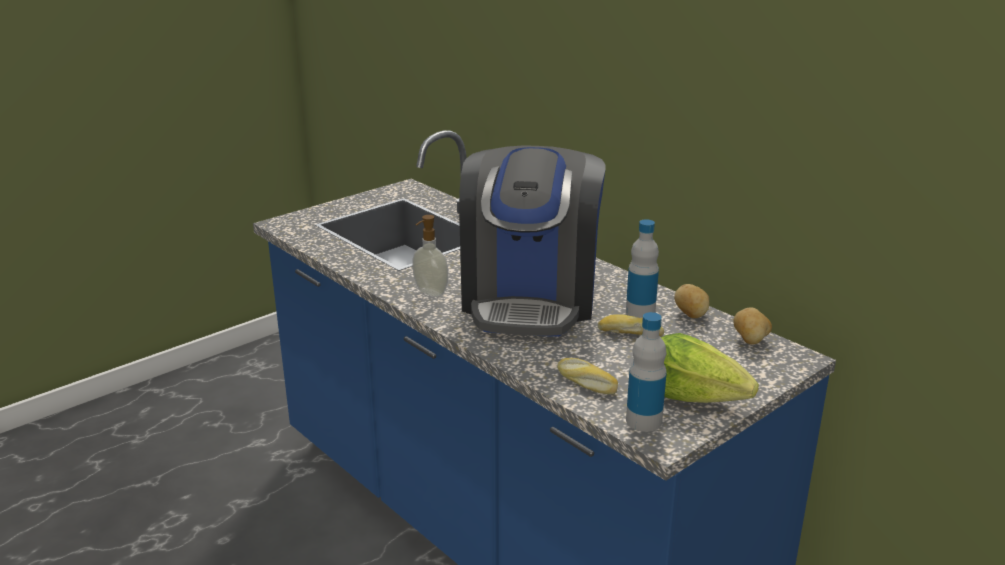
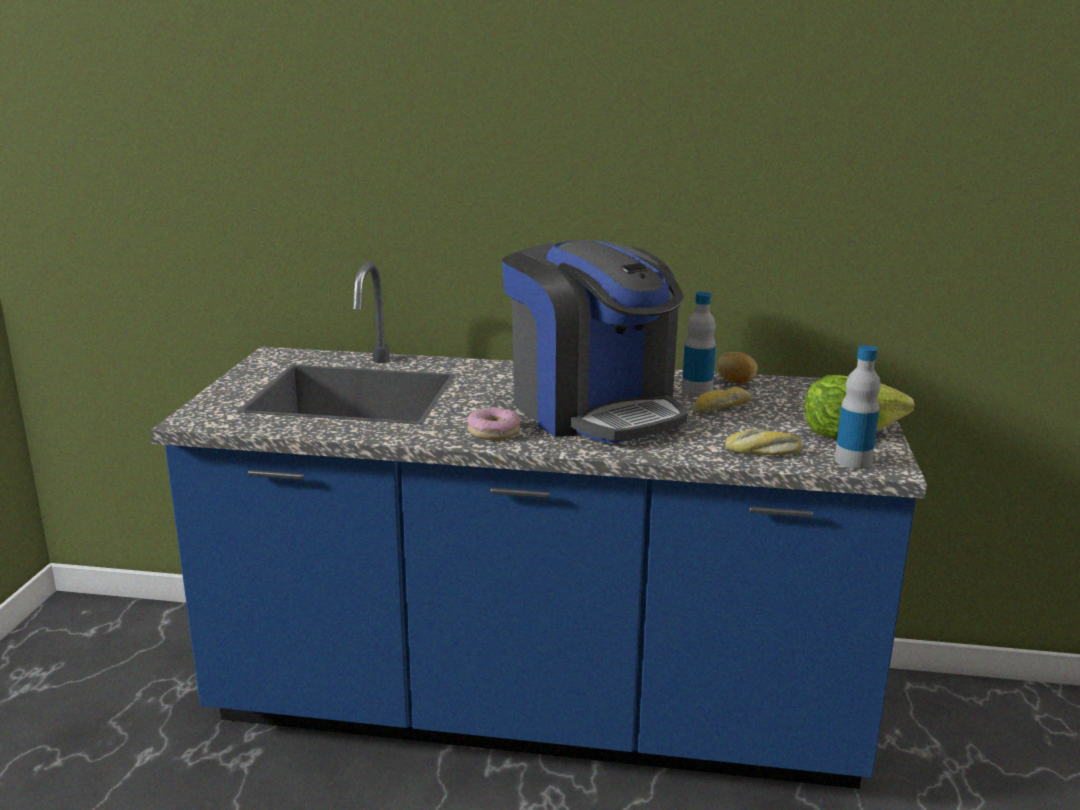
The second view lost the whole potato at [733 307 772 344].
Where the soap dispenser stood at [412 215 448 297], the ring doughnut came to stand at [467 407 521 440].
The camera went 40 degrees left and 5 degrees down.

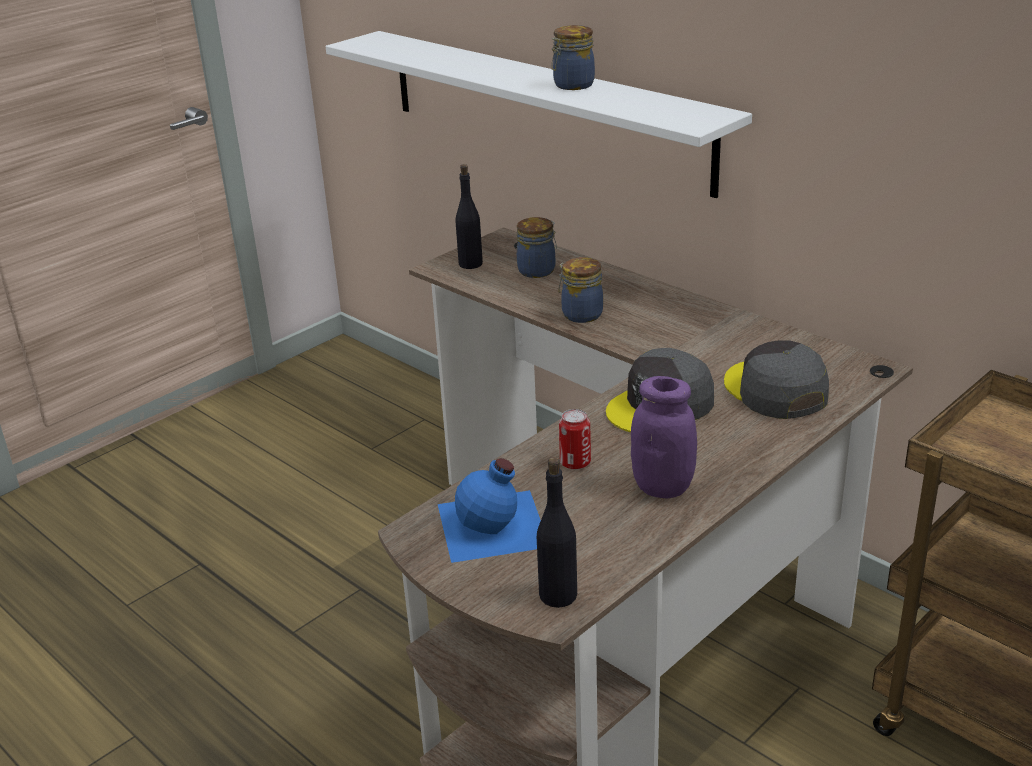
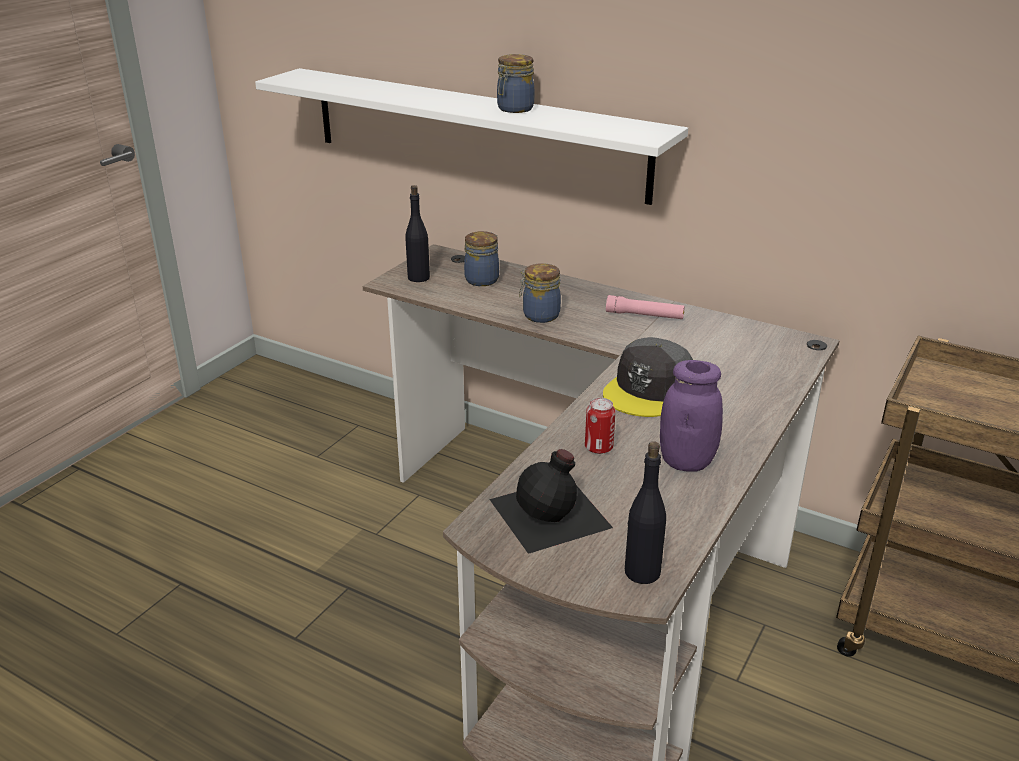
The second view lost the baseball cap in gray at [724 340 829 419].
The second view gained the torch in pink at [606 295 685 319].
What was the drink bottle in blue-coloured at [438 458 541 563] turned into the drink bottle in blackish at [489 449 613 554].
The camera went 15 degrees left and 0 degrees up.

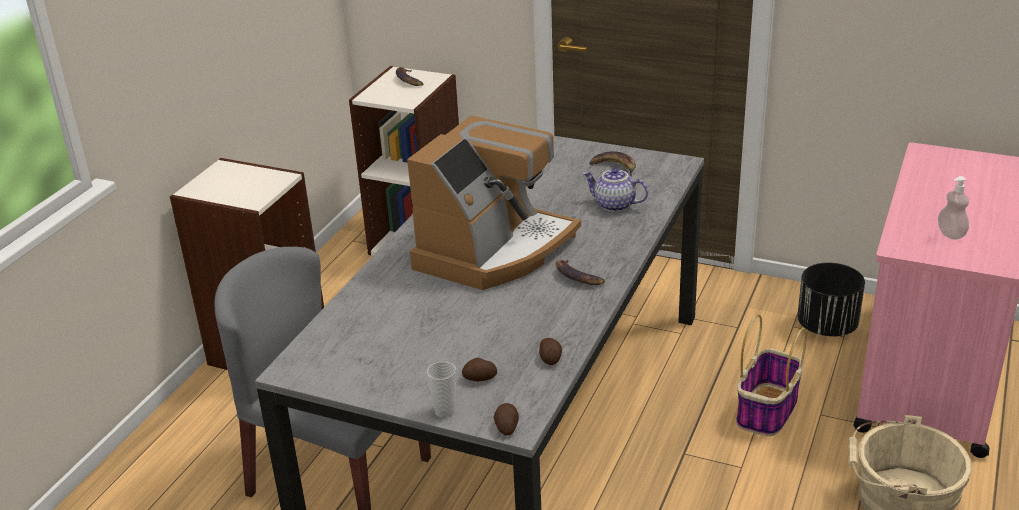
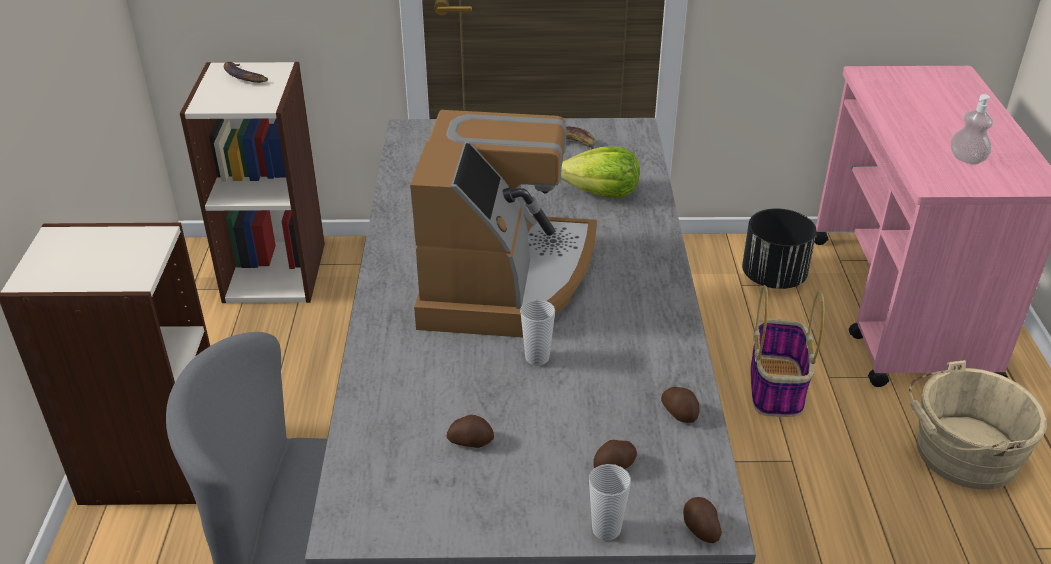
The second view lost the whole banana at [556 259 605 285].
The second view gained the whole potato at [447 415 494 448].
The second view gained the small cup at [520 299 555 366].
Where the tea pot stood at [583 168 648 212], the lettuce came to stand at [561 146 640 198].
The camera went 25 degrees left and 5 degrees up.

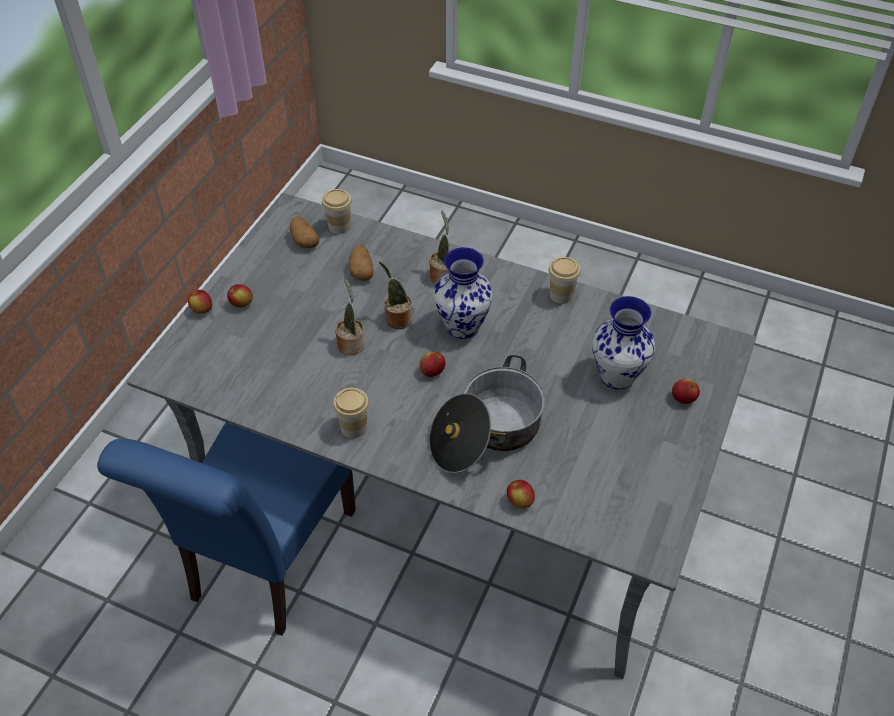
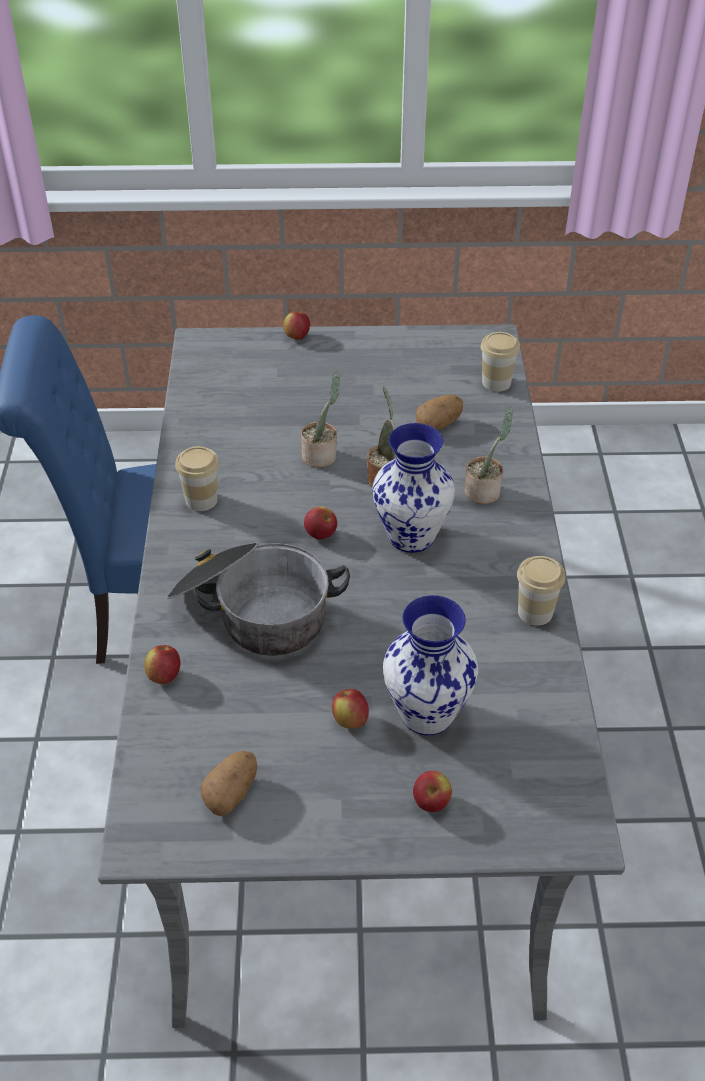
The whole apple ended up elsewhere, having gone from [227 284 253 308] to [332 689 369 729].
The whole potato ended up elsewhere, having gone from [290 217 319 248] to [200 751 257 816].
The camera went 65 degrees right and 5 degrees down.

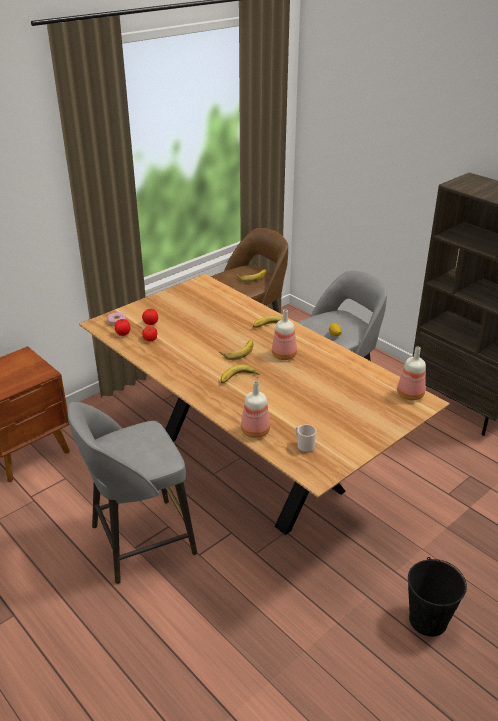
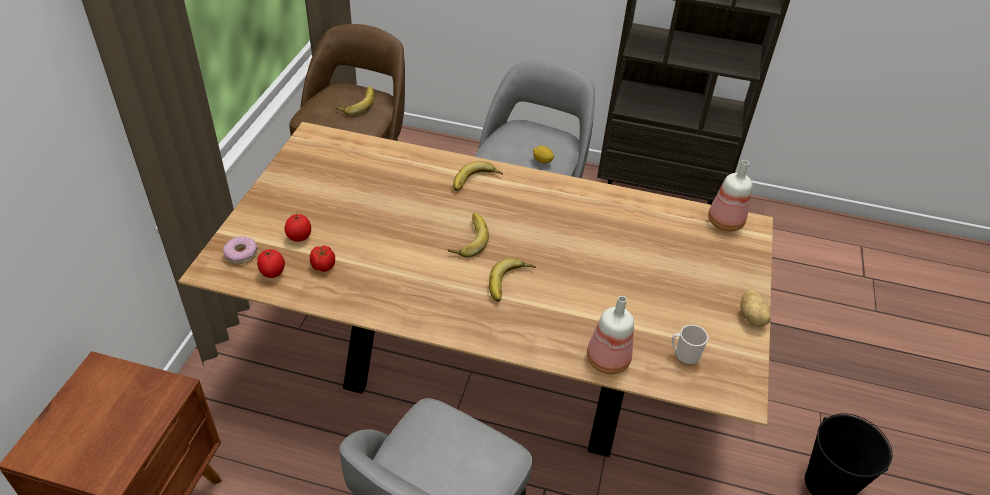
The second view lost the drink bottle at [272 309 297 360].
The second view gained the whole potato at [740 289 771 326].
The camera went 35 degrees left and 10 degrees up.

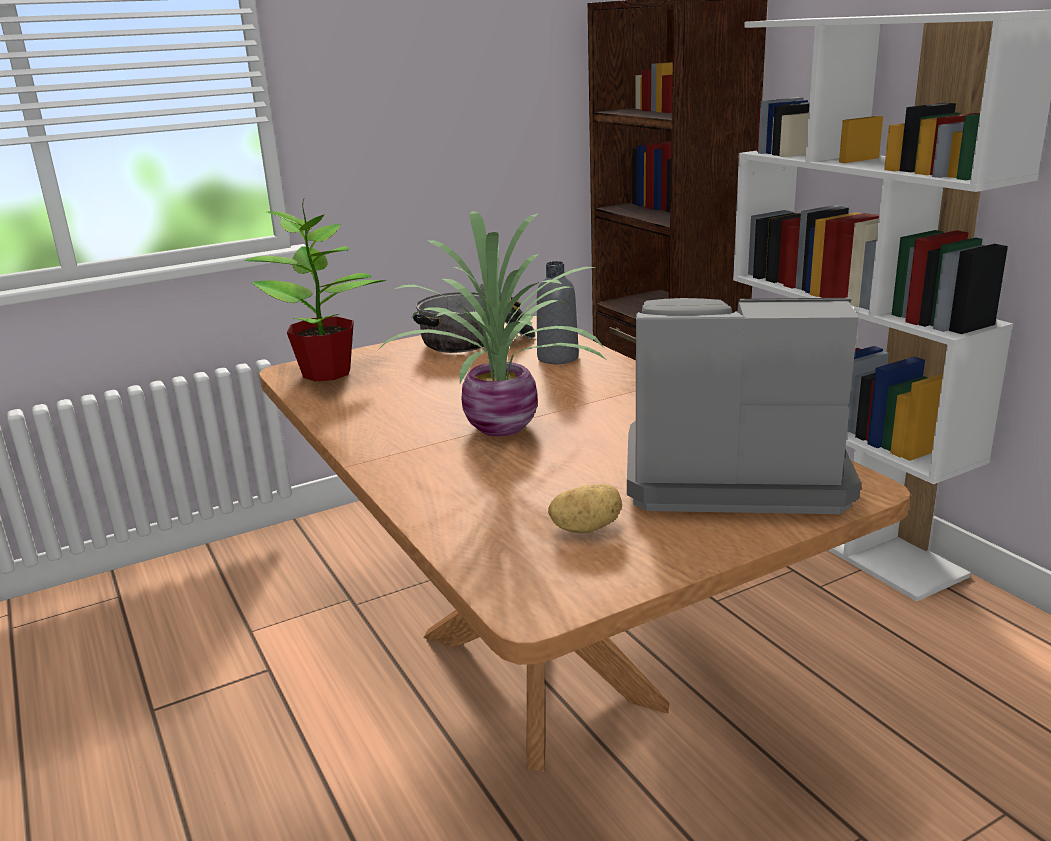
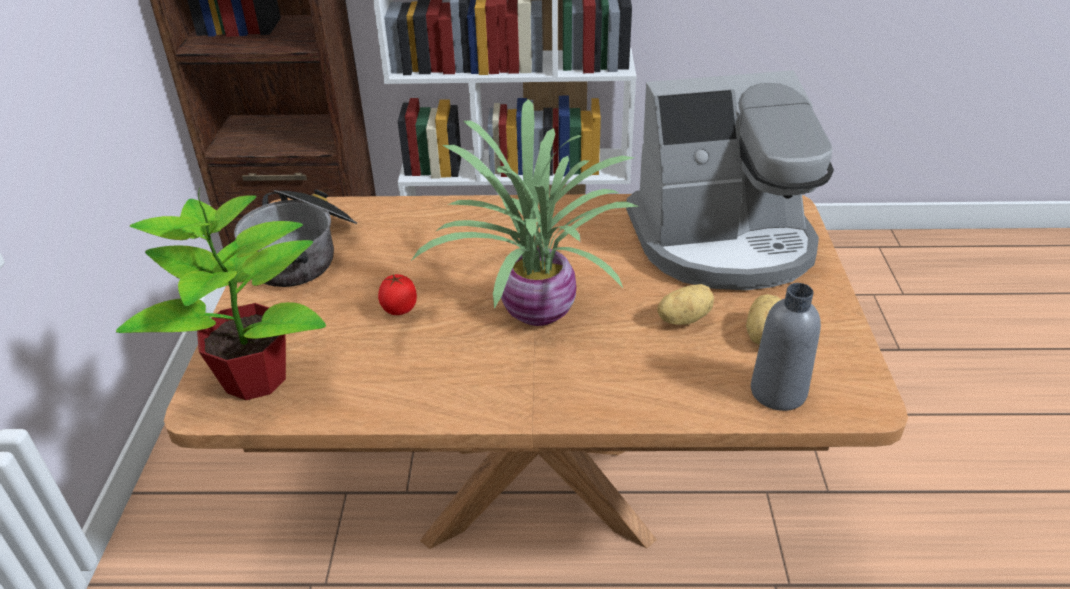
The second view gained the tomato at [378 274 417 315].
The second view gained the whole potato at [658 284 714 325].
The drink bottle in gray ended up elsewhere, having gone from [537 261 579 364] to [751 283 821 411].
The coffee brewer at [627 298 861 514] ended up facing another way, 135 degrees counterclockwise from before.
The camera went 60 degrees left and 15 degrees up.

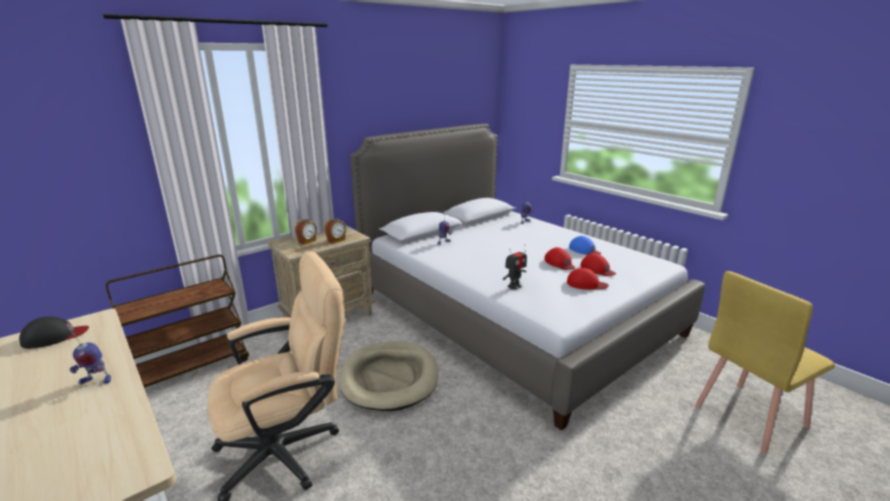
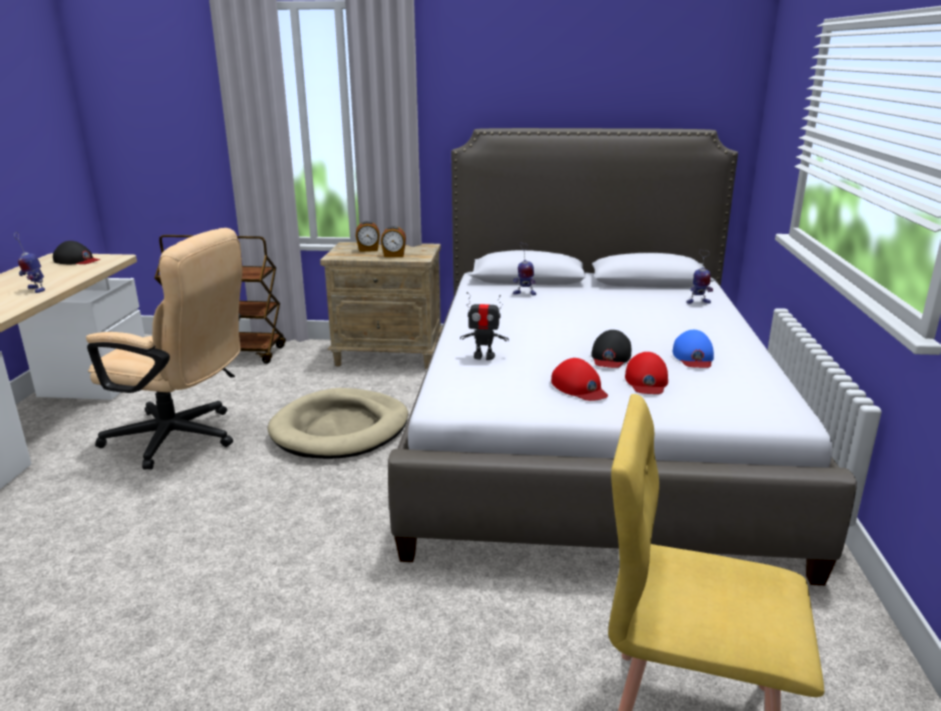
What was the baseball cap in red at [544 247 575 270] turned into the baseball cap in blackish at [591 330 631 368].
The camera went 45 degrees right and 0 degrees up.

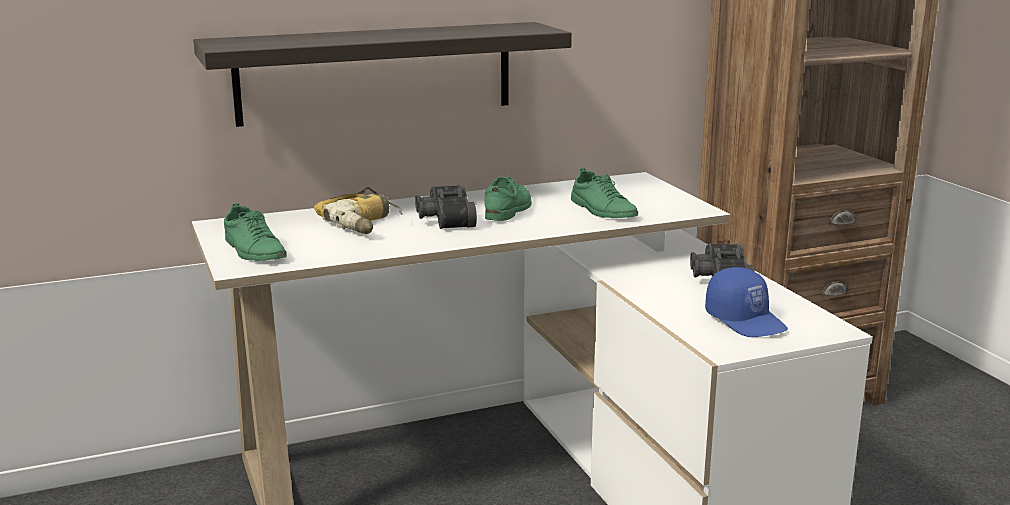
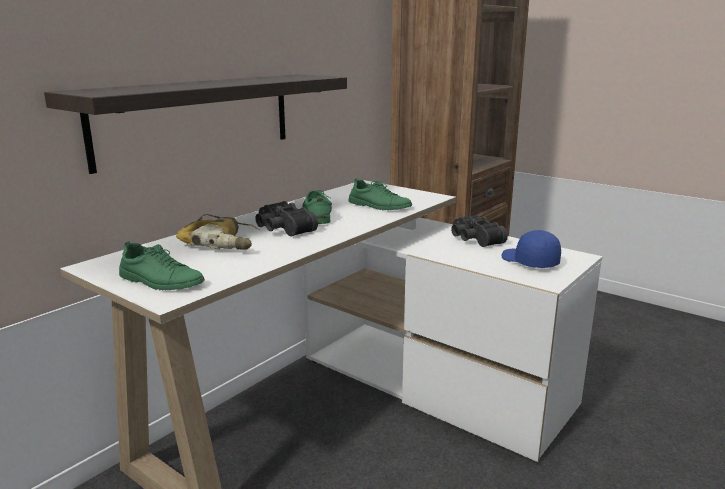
The baseball cap in blue-coloured at [705 267 788 337] ended up facing another way, 150 degrees counterclockwise from before.
The camera went 30 degrees left and 0 degrees up.

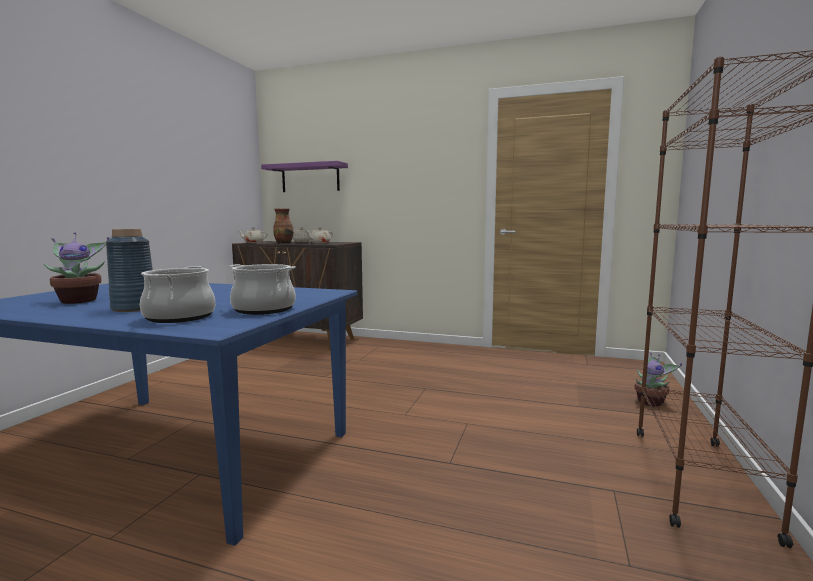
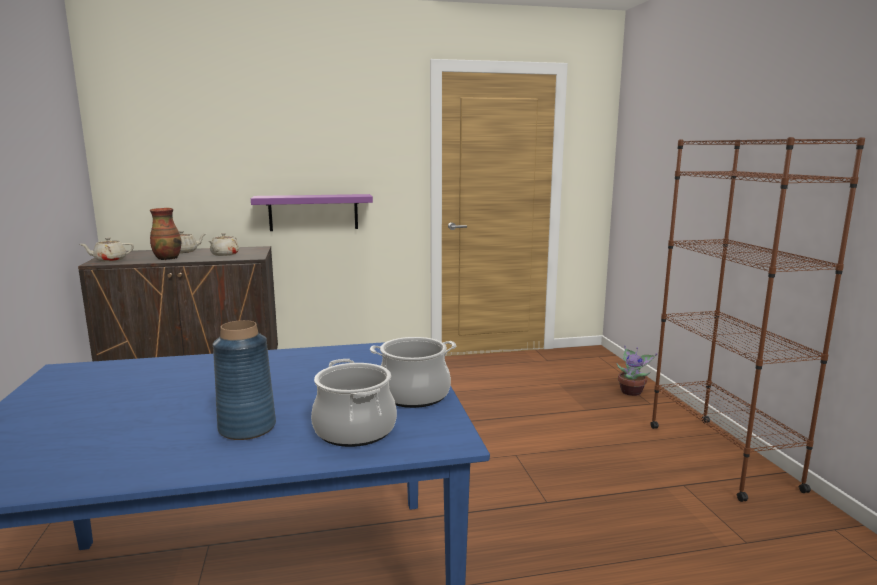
The second view lost the plant in a pot at [43 232 109 304].
The wall shelf in purple-coloured ended up elsewhere, having gone from [261 161 348 192] to [251 194 373 231].
The camera went 30 degrees left and 5 degrees up.

